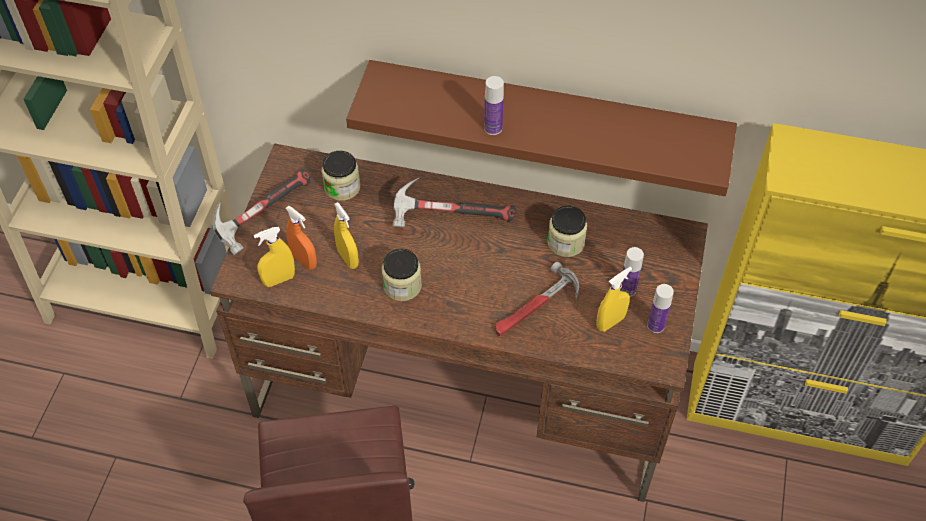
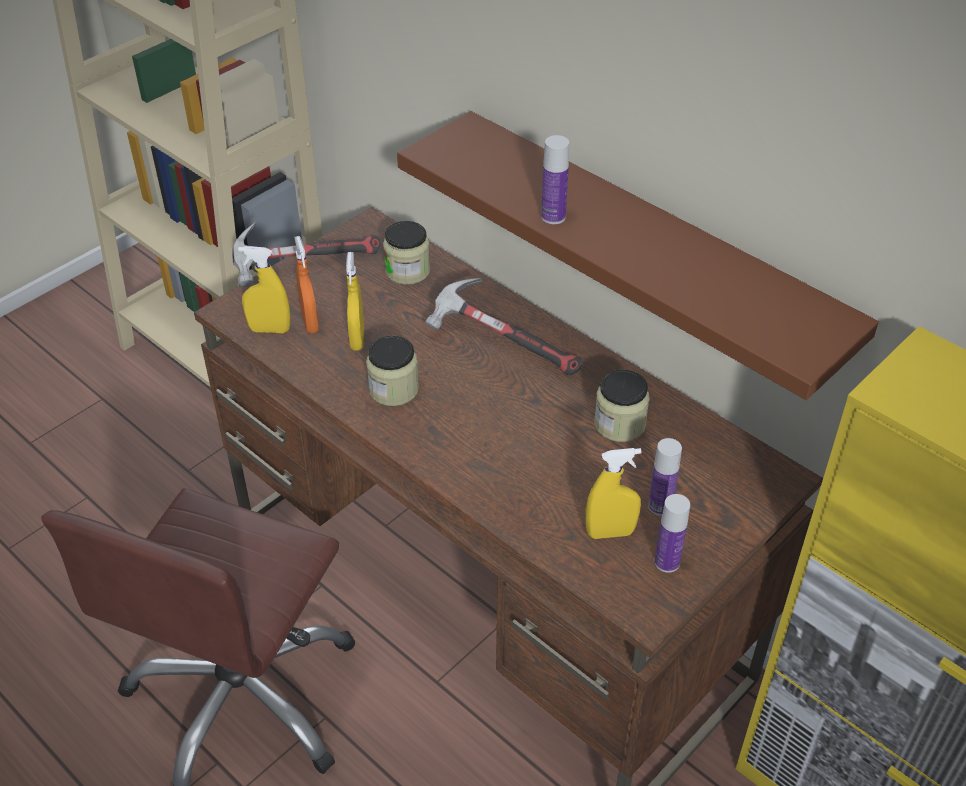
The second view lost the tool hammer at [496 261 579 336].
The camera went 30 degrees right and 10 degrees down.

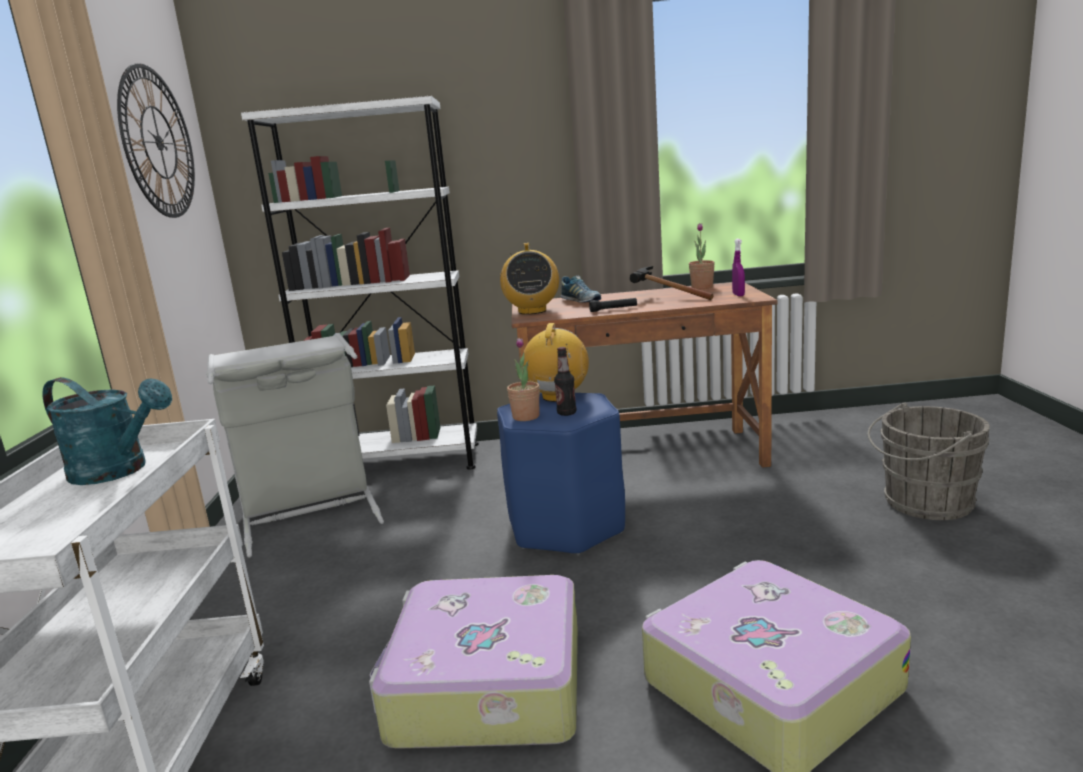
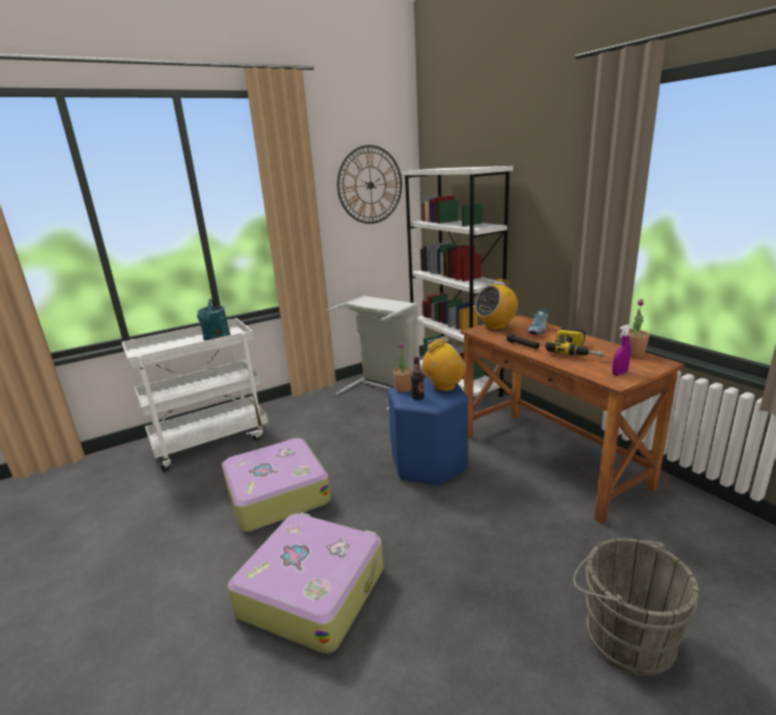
Where the tool hammer stood at [630 266 714 300], the electric drill came to stand at [545 327 605 357].
The camera went 60 degrees right and 5 degrees up.

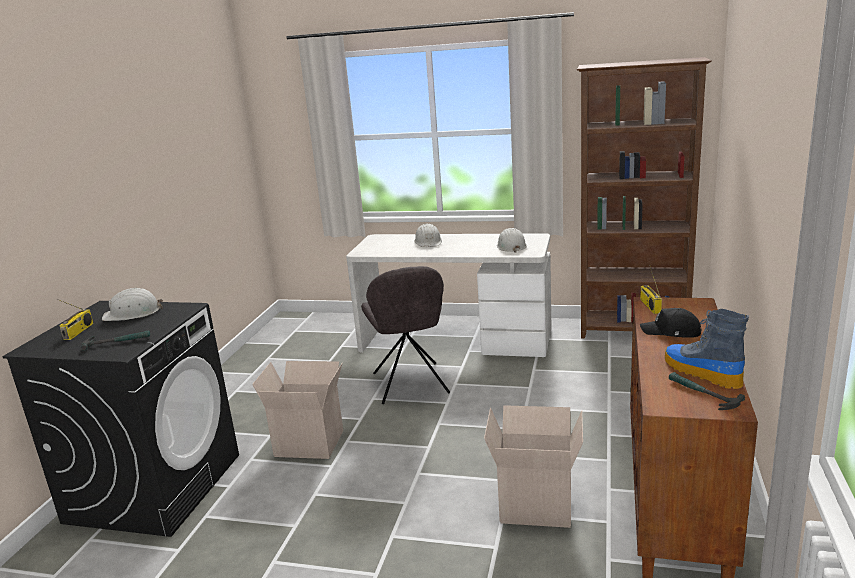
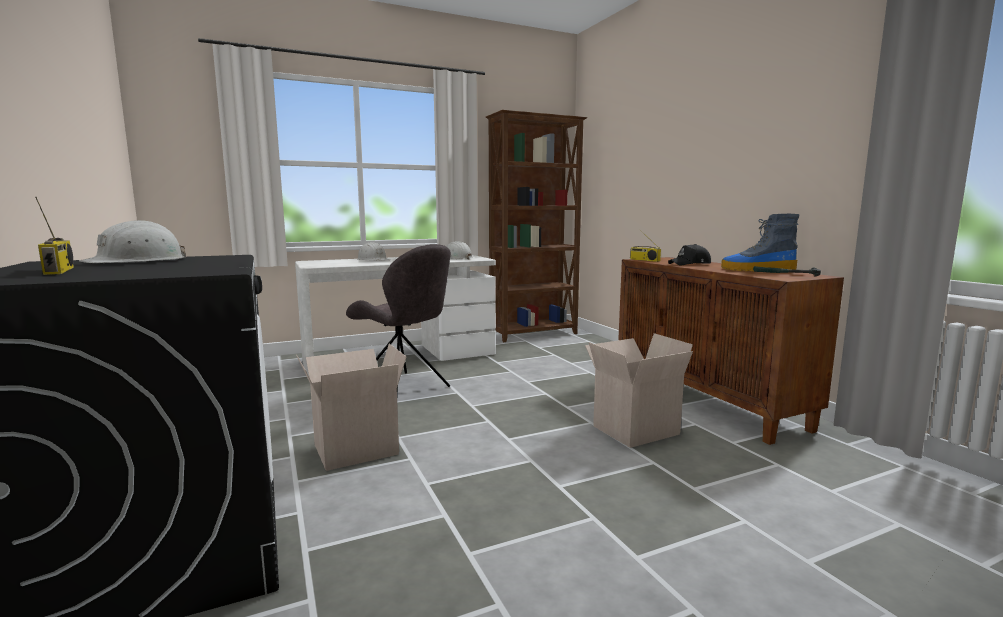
The second view lost the tool hammer at [81 330 150 351].
The camera went 40 degrees left and 10 degrees down.

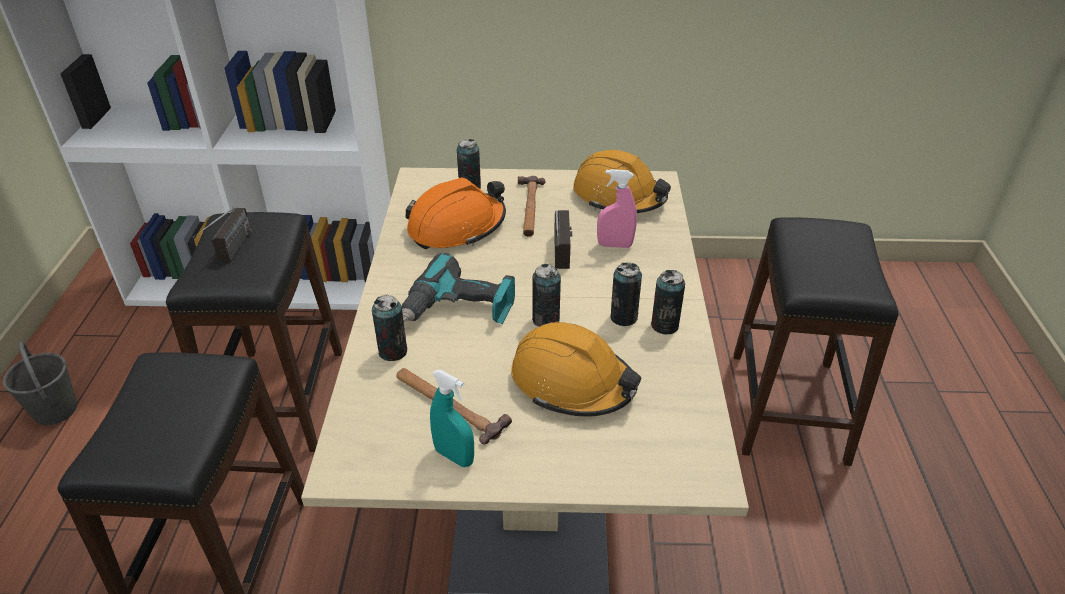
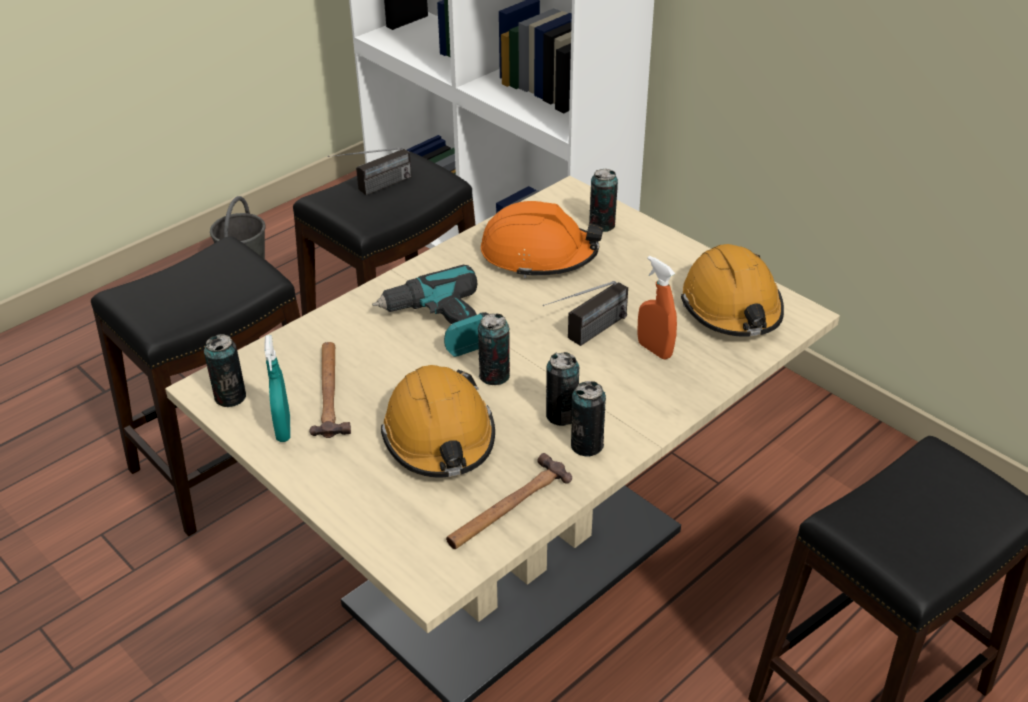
The metal can ended up elsewhere, having gone from [372 295 407 361] to [204 334 246 407].
The tool hammer ended up elsewhere, having gone from [518 176 545 237] to [446 453 572 549].
What was the sprayer in pink at [597 169 637 248] turned into the sprayer in orangey at [638 256 677 360].
The camera went 45 degrees right and 0 degrees up.

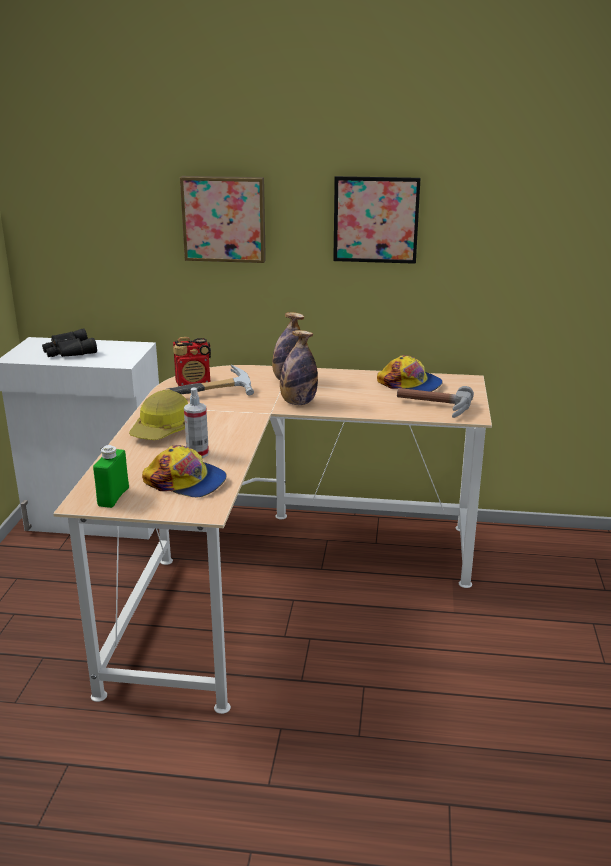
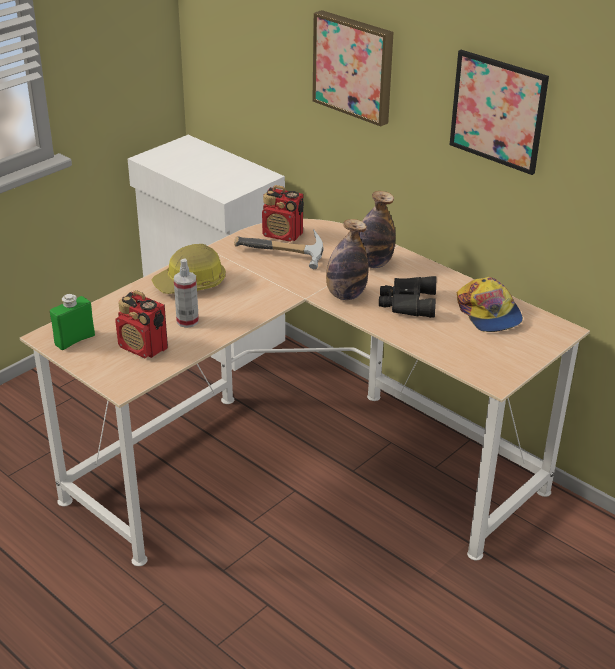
The second view lost the tool hammer at [397 386 474 418].
The pair of binoculars in blackish ended up elsewhere, having gone from [42 328 97 357] to [379 276 437 318].
Where the baseball cap stood at [142 445 227 497], the radio set came to stand at [115 290 168 358].
The camera went 35 degrees right and 10 degrees up.

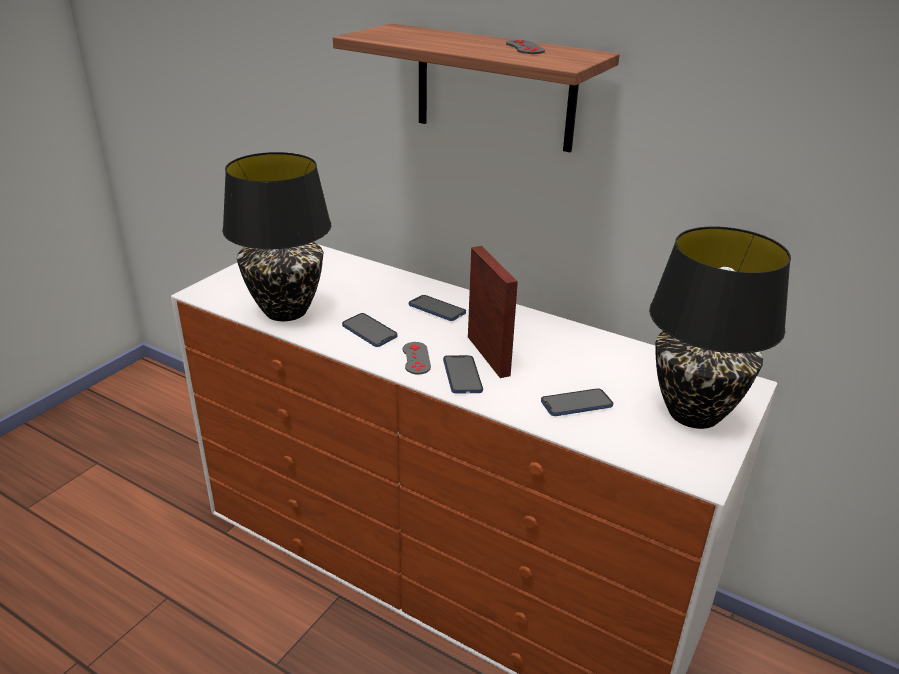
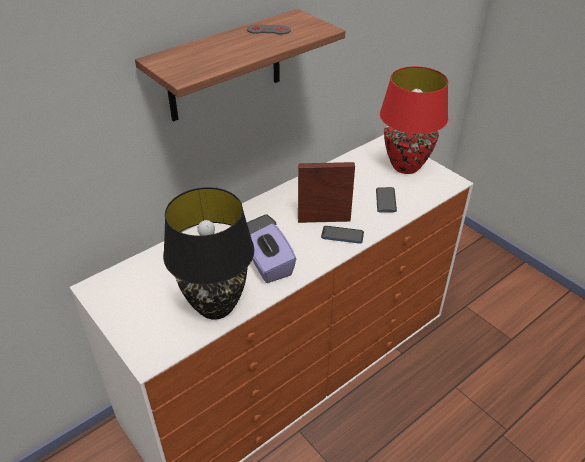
The second view lost the game controller in gray at [403 342 431 374].
Where the phone stood at [342 313 398 347], the box of tissues in purple-coloured came to stand at [250 224 296 283].
What was the table lamp in blackish at [649 227 791 429] turned into the table lamp in red at [380 66 448 174].
The camera went 70 degrees left and 10 degrees up.

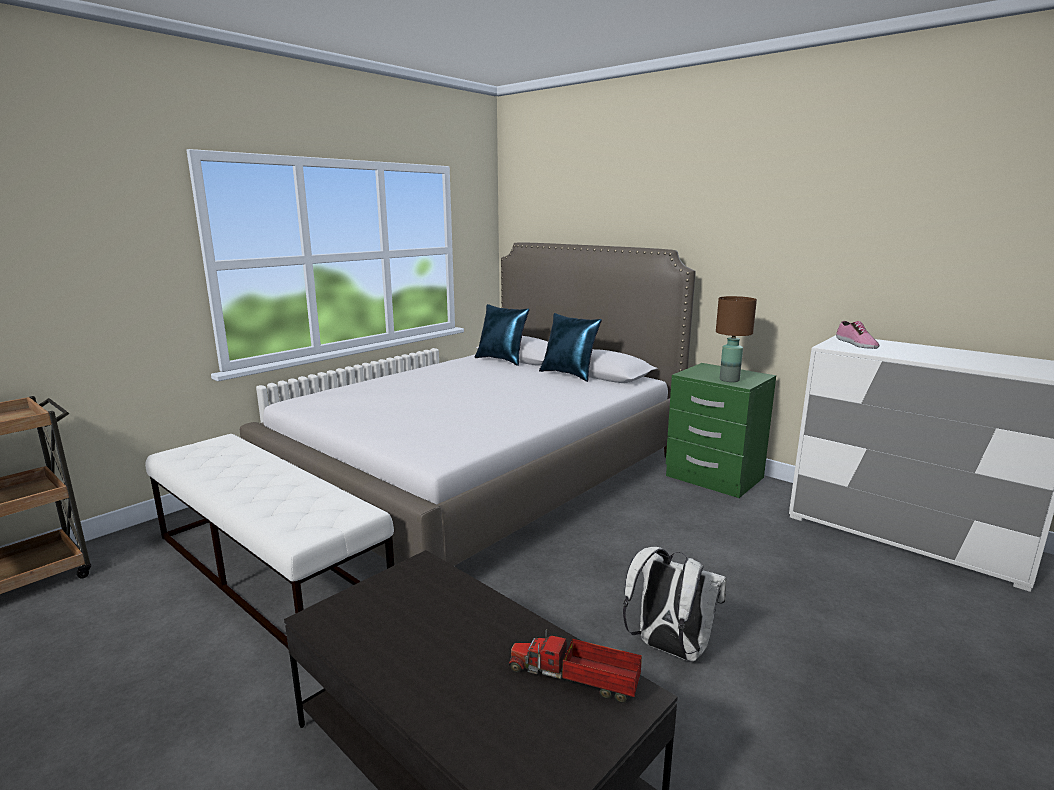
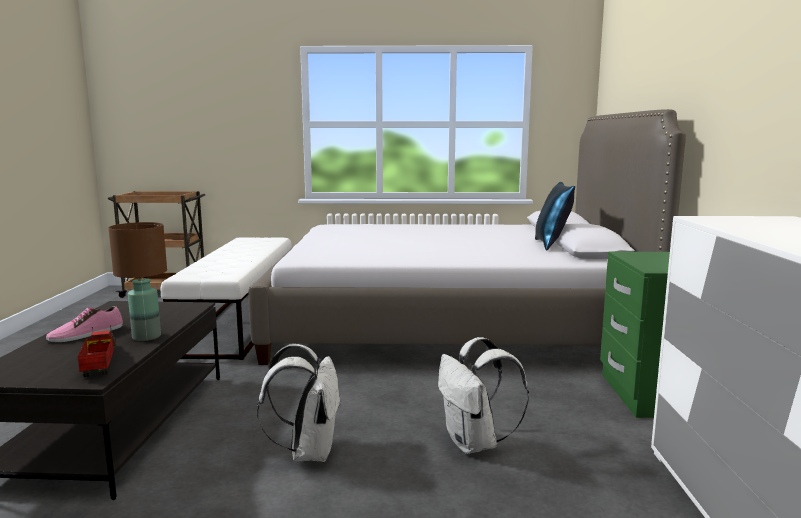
The second view lost the throw pillow in blue-coloured at [475 304 530 366].
The second view gained the rucksack in white at [438 337 529 454].
The table lamp in brownish ended up elsewhere, having gone from [716 296 757 382] to [109 222 167 341].
The low shoe ended up elsewhere, having gone from [836 321 879 349] to [46 306 123 342].
The camera went 50 degrees right and 5 degrees down.

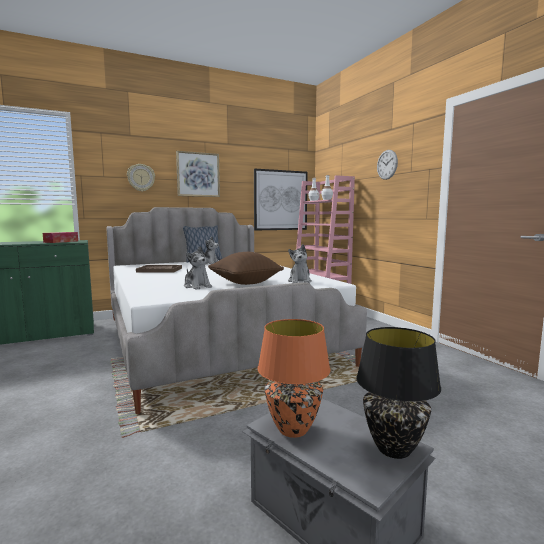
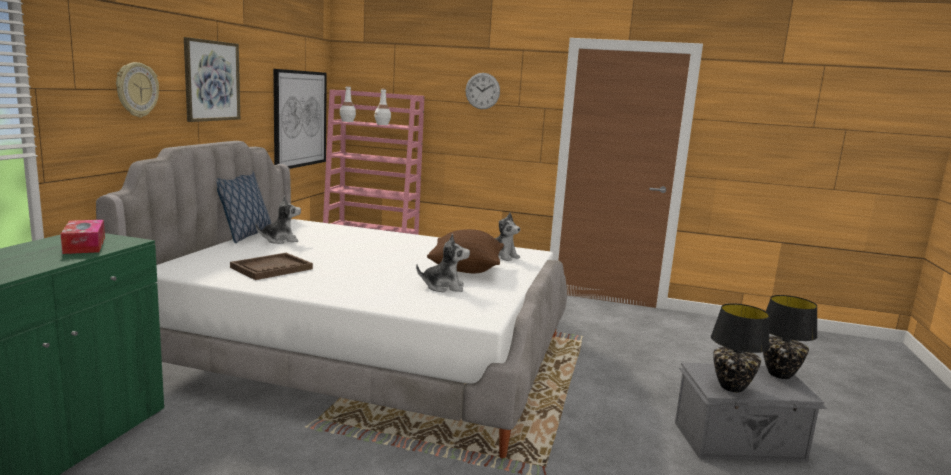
What was the table lamp in orangey at [258 319 330 438] turned into the table lamp in blackish at [711 303 770 392].
The camera went 50 degrees left and 5 degrees up.

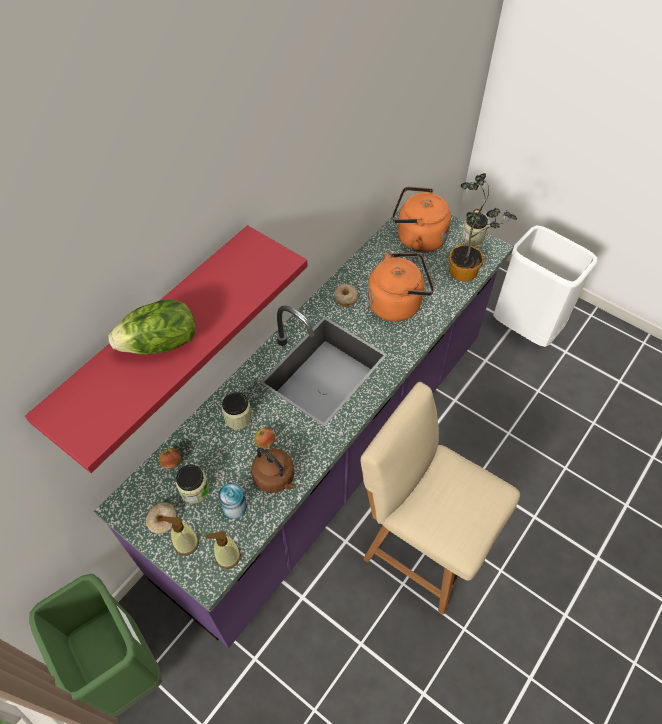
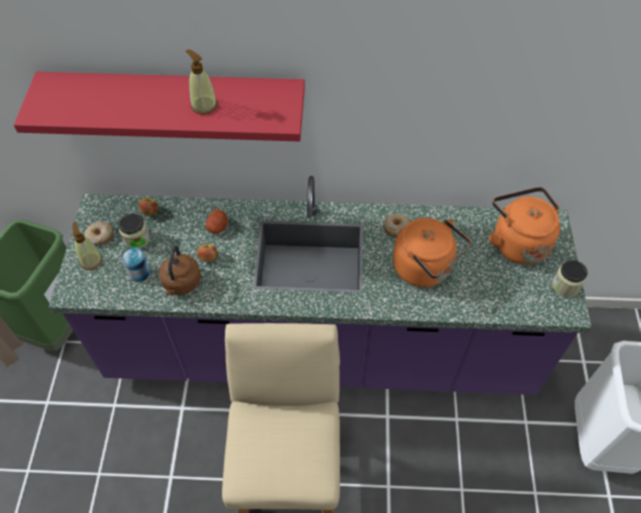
The second view lost the lettuce at [108 300 196 355].
The second view lost the plant in a pot at [449 173 517 282].
The soap dispenser ended up elsewhere, having gone from [205 531 241 569] to [186 50 217 115].
Where the jar stood at [222 392 252 429], the whole potato came to stand at [205 209 228 233].
The camera went 55 degrees right and 0 degrees up.

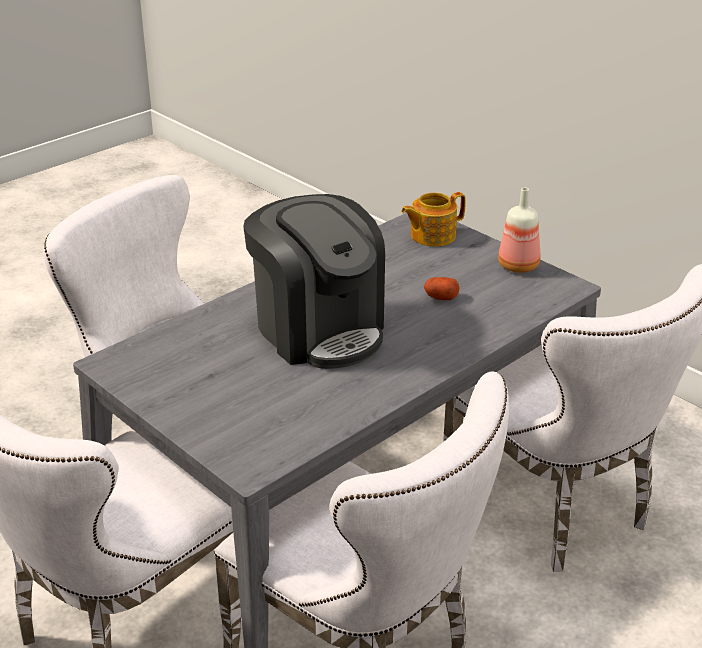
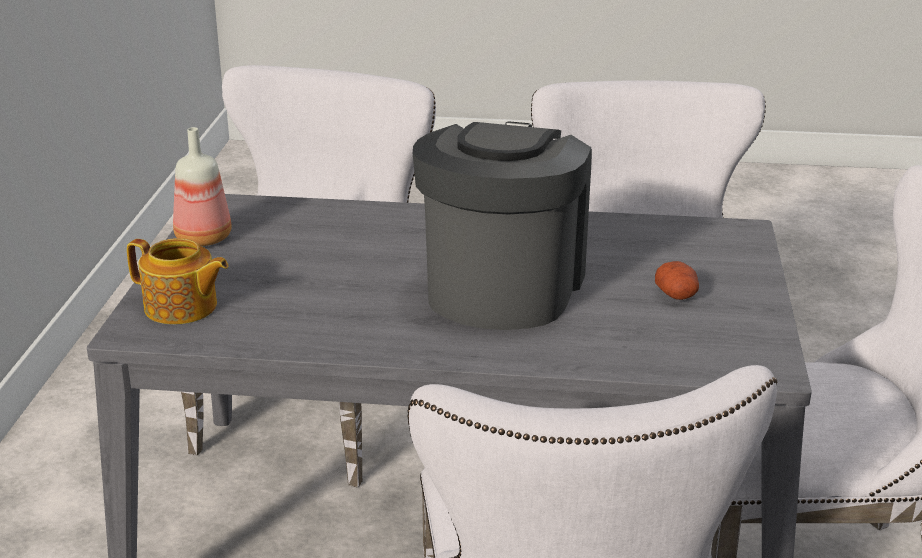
The whole potato ended up elsewhere, having gone from [424 277 459 300] to [655 261 699 300].
The camera went 130 degrees left and 5 degrees down.

